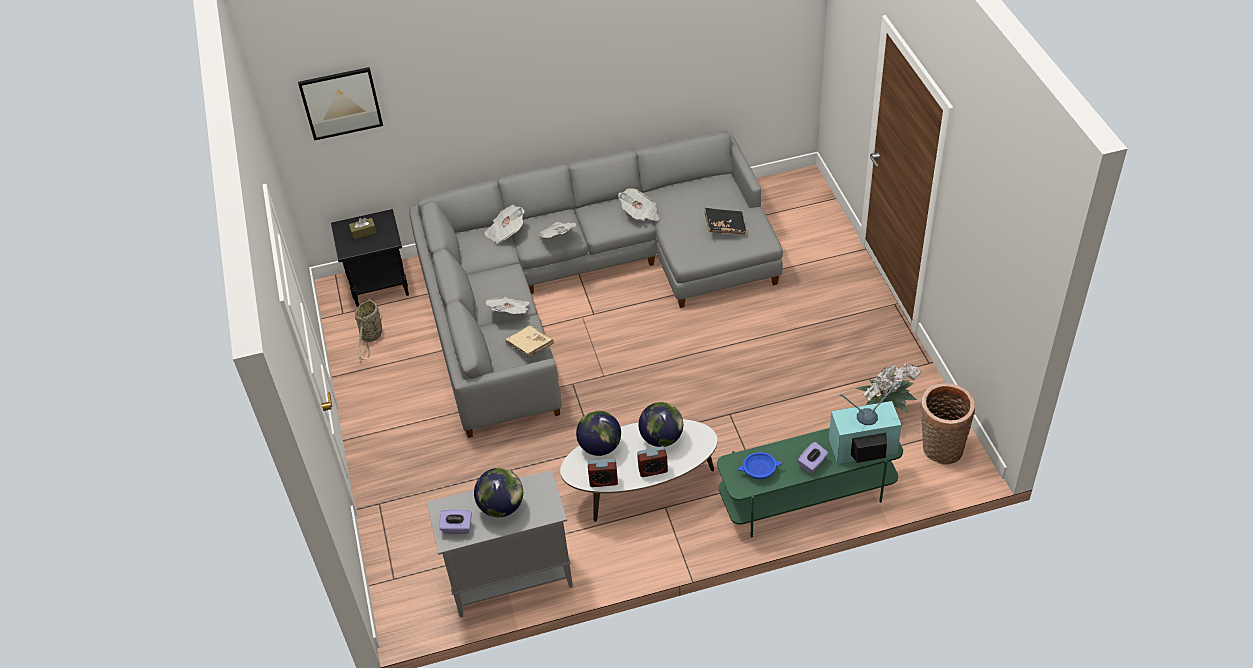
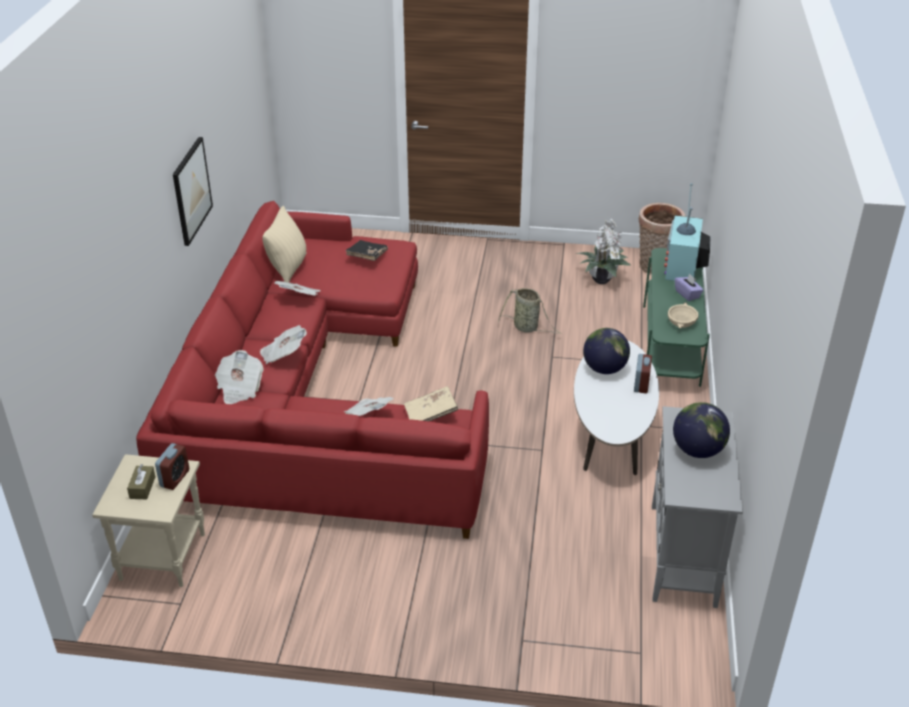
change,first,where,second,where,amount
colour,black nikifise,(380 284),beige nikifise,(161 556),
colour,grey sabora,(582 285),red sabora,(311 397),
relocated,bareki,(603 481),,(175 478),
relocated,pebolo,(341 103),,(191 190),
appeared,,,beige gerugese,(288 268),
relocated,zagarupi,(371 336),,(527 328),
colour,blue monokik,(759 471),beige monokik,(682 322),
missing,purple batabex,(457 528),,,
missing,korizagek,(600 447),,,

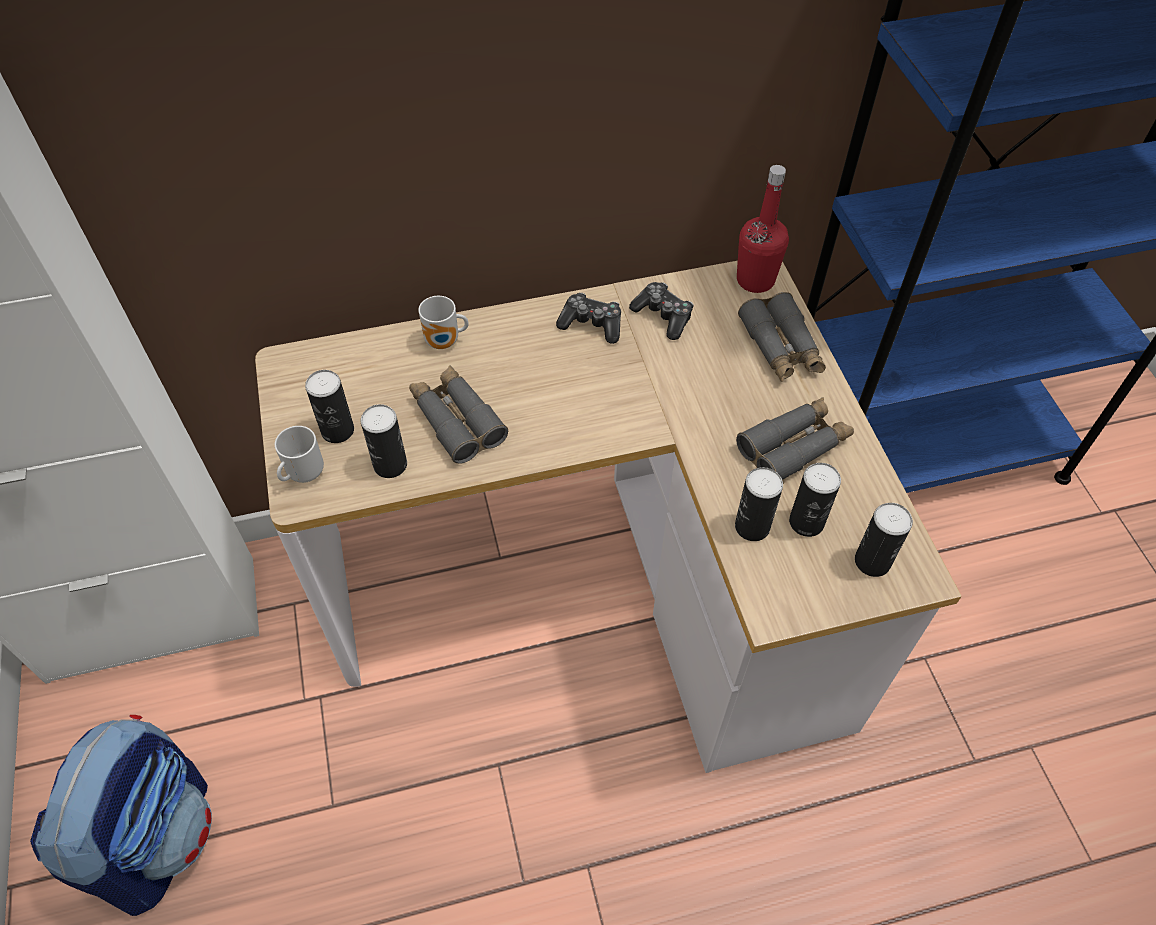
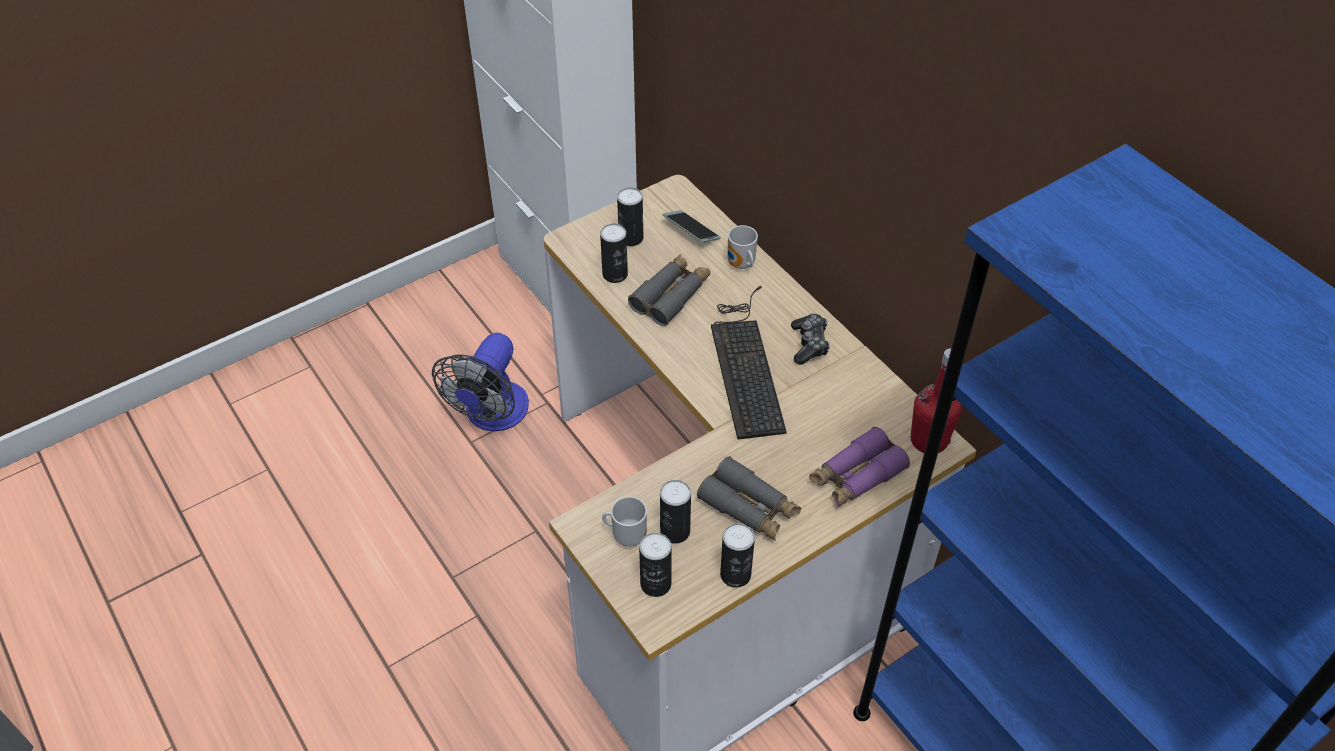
change,first,where,second,where,amount
appeared,,,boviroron,(492 415),
relocated,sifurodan,(303 473),,(627 535),
appeared,,,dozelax,(691 231),
appeared,,,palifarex,(746 363),
relocated,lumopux,(752 527),,(735 574),
colour,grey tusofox,(781 347),purple tusofox,(856 476),
missing,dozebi,(157 836),,,
missing,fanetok,(663 316),,,

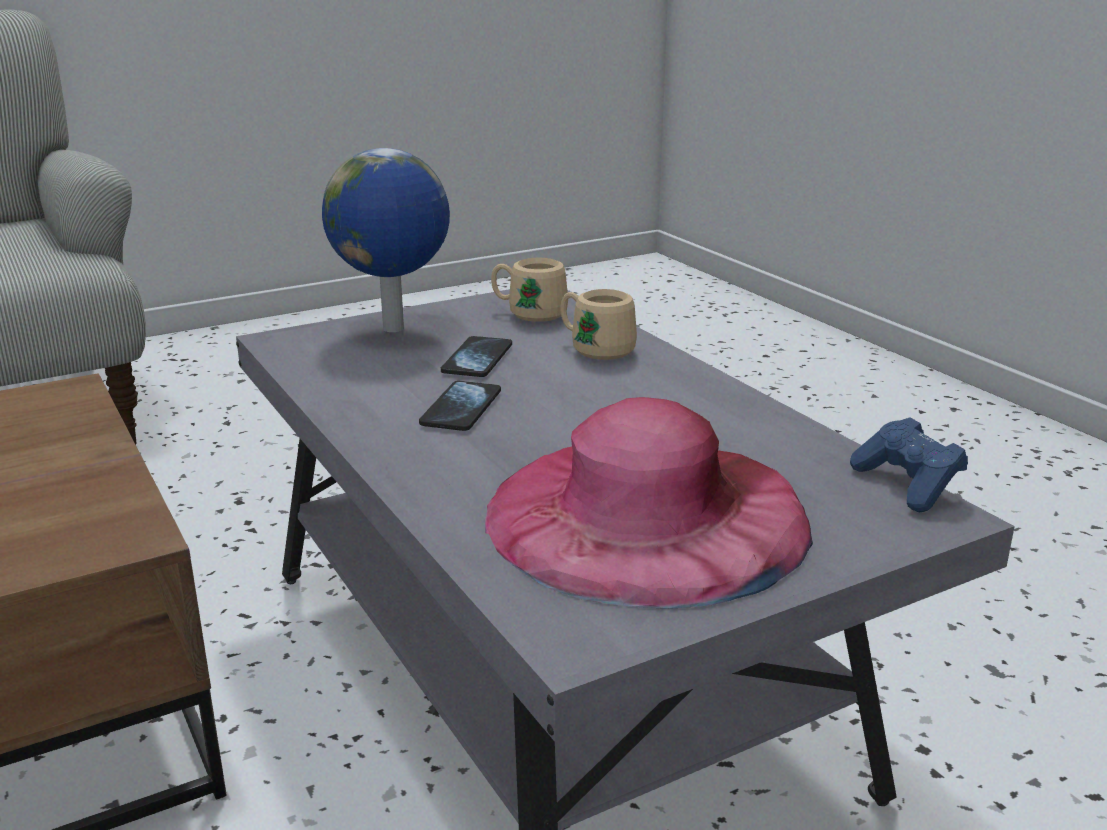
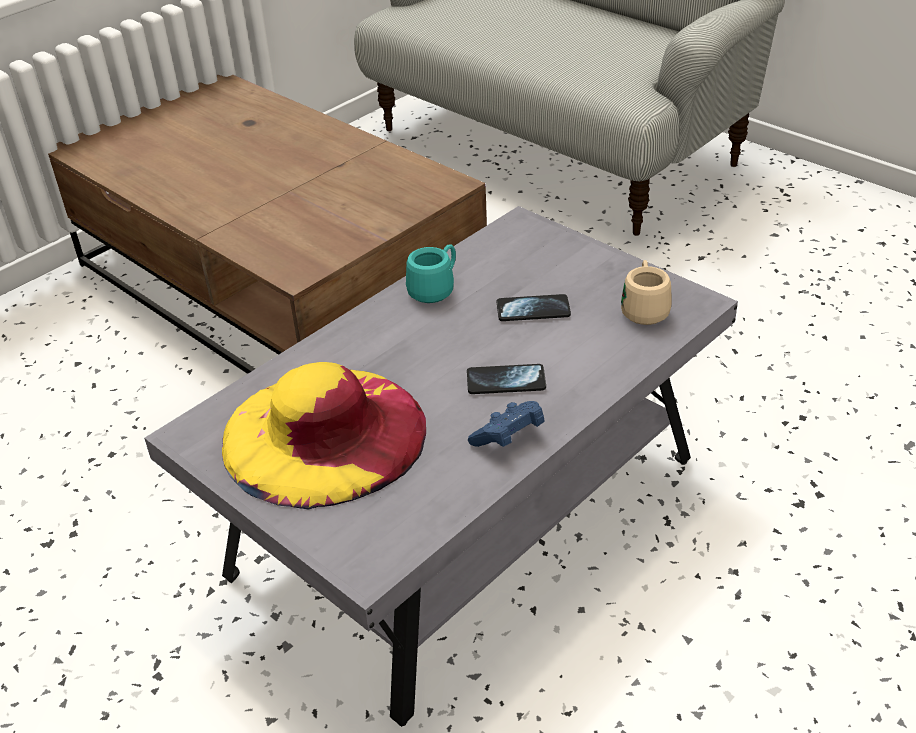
change,first,where,second,where,amount
colour,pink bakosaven,(647 515),yellow bakosaven,(324 434),
appeared,,,turquoise sifurodan,(436 288),
relocated,dozelax,(461 408),,(506 381),
relocated,blue fanetok,(908 485),,(508 437),
missing,korizagek,(394 329),,,
missing,beige sifurodan,(594 349),,,

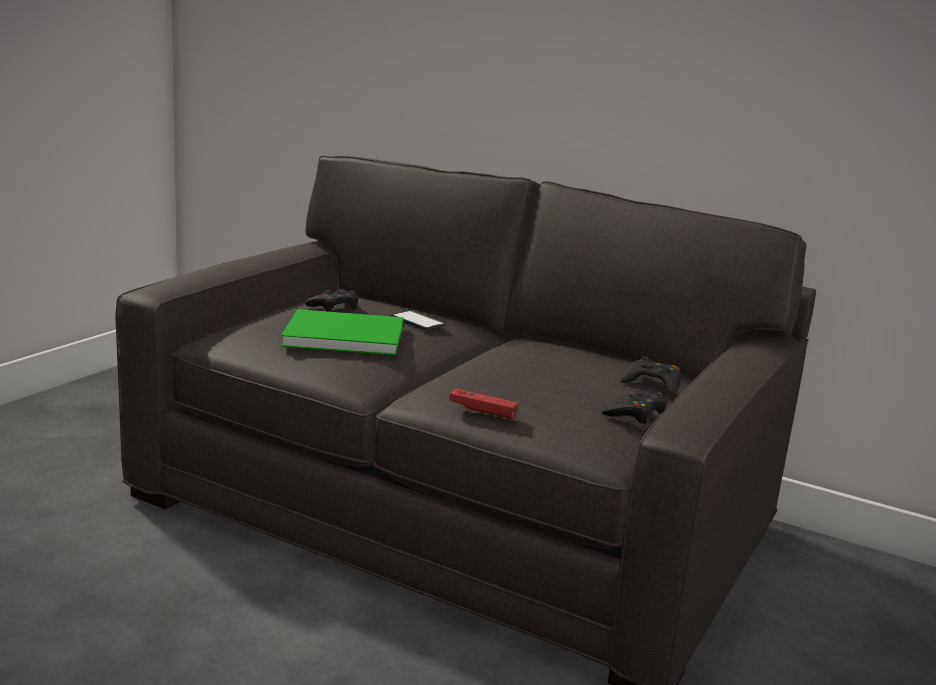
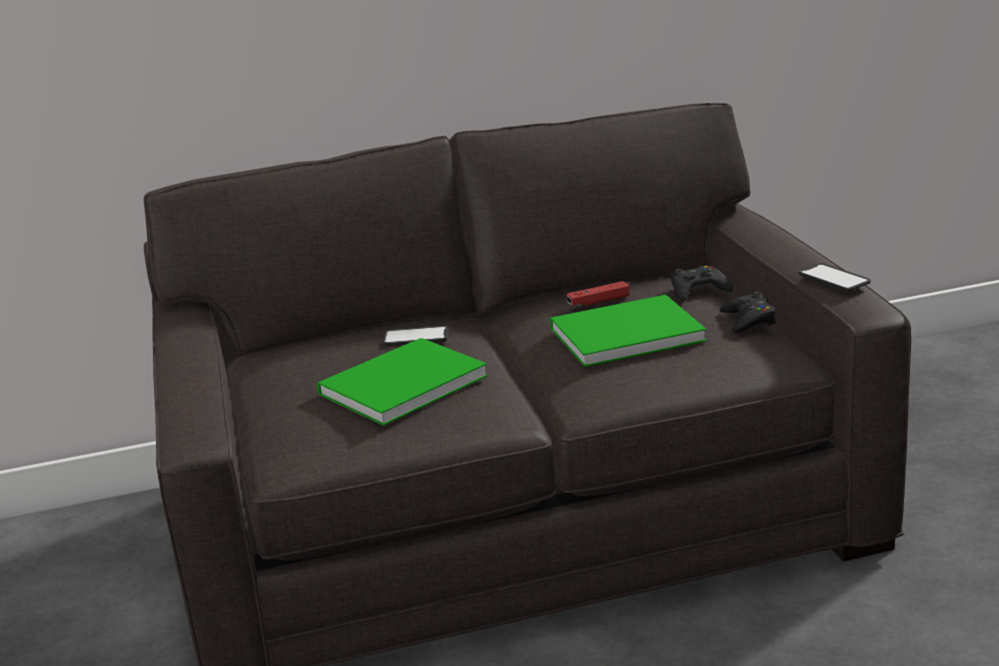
change,first,where,second,where,amount
appeared,,,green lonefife,(621 334),
relocated,red fanetok,(482 411),,(598 301),
appeared,,,dozelax,(834 279),
missing,black fanetok,(334 307),,,

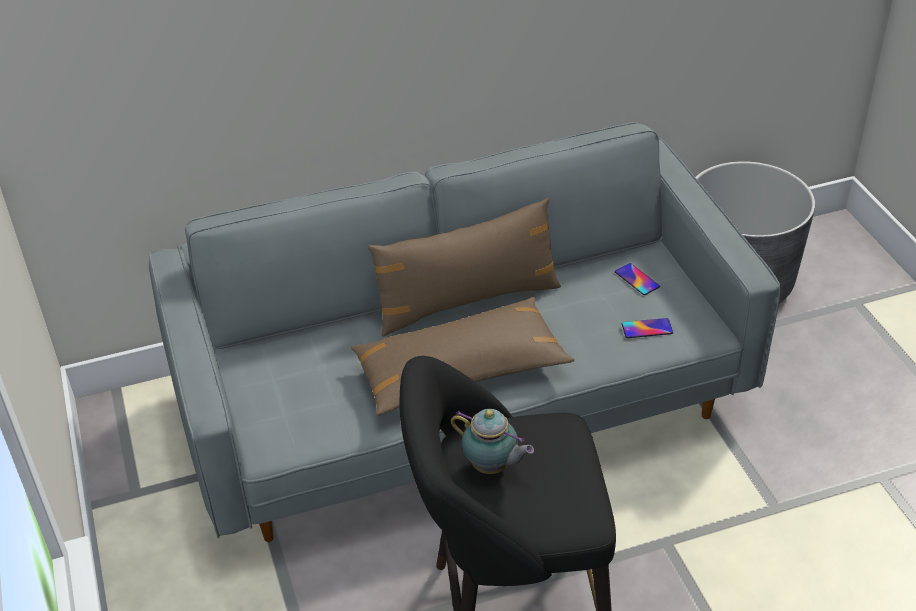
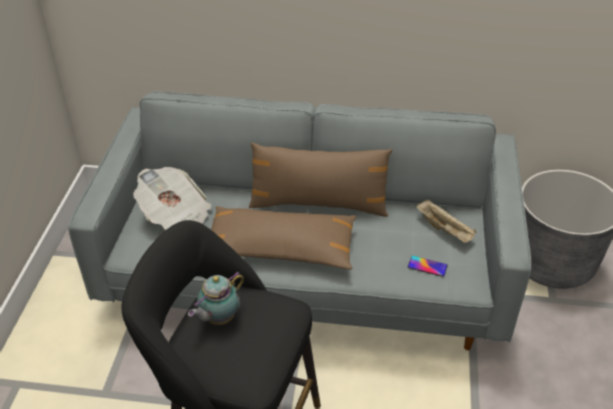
change,first,where,second,where,amount
appeared,,,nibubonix,(176 216),
spun,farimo,(492 467),,(218 319),75 degrees clockwise
exchanged,dozelax,(637 279),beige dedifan,(445 230),

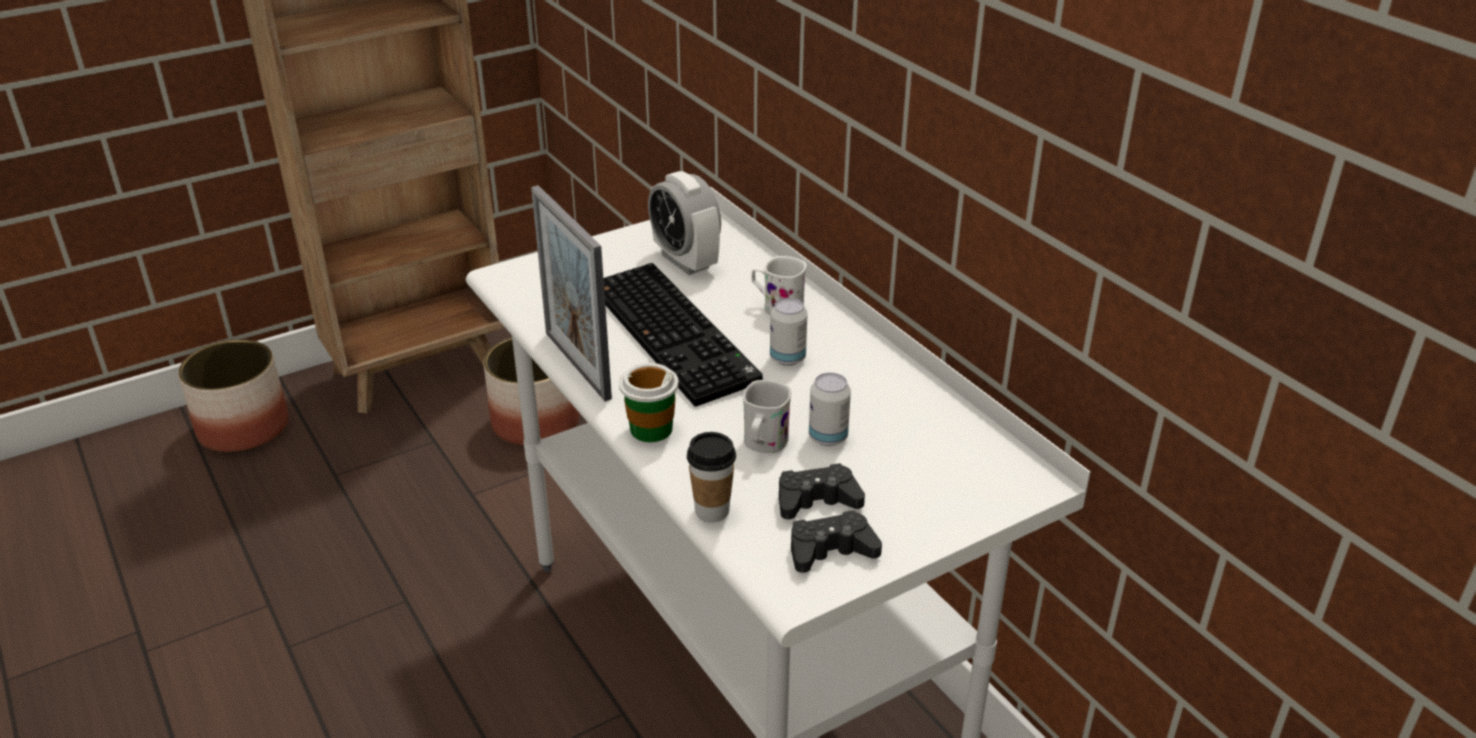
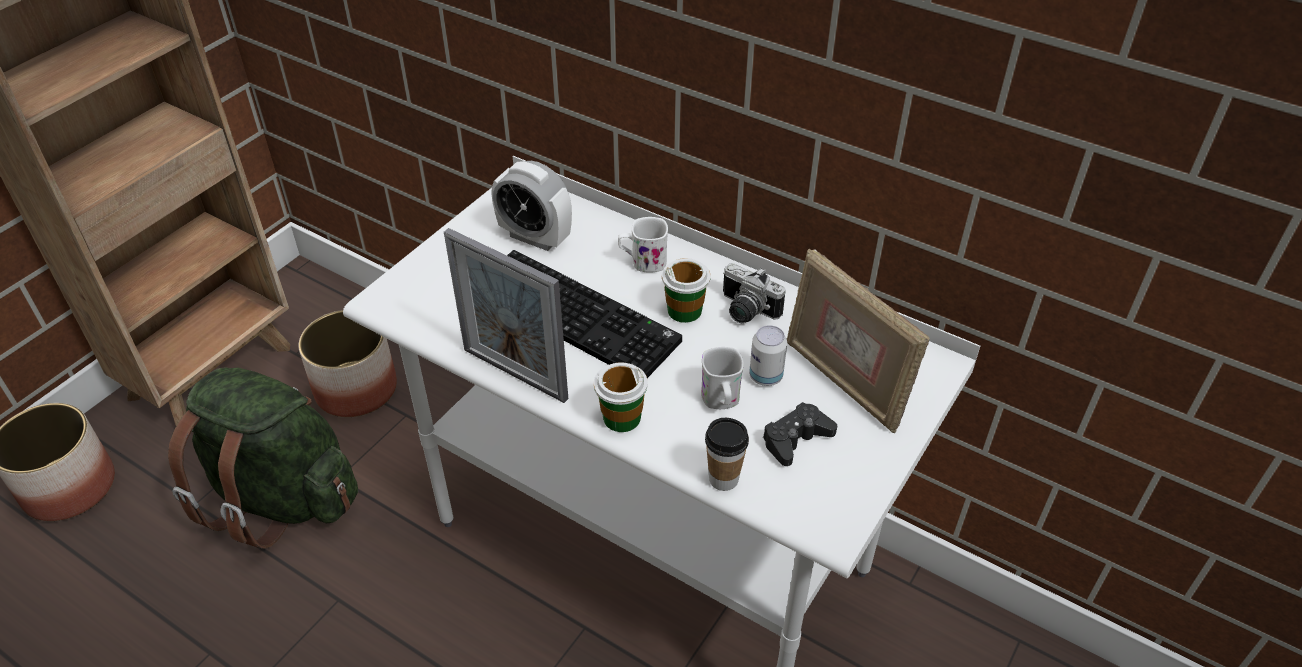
change,first,where,second,where,amount
appeared,,,green dozebi,(281 497),
exchanged,lumopux,(787 358),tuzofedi,(685 310),
appeared,,,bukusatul,(745 311),
appeared,,,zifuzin,(844 383),
missing,black fanetok,(831 550),,,

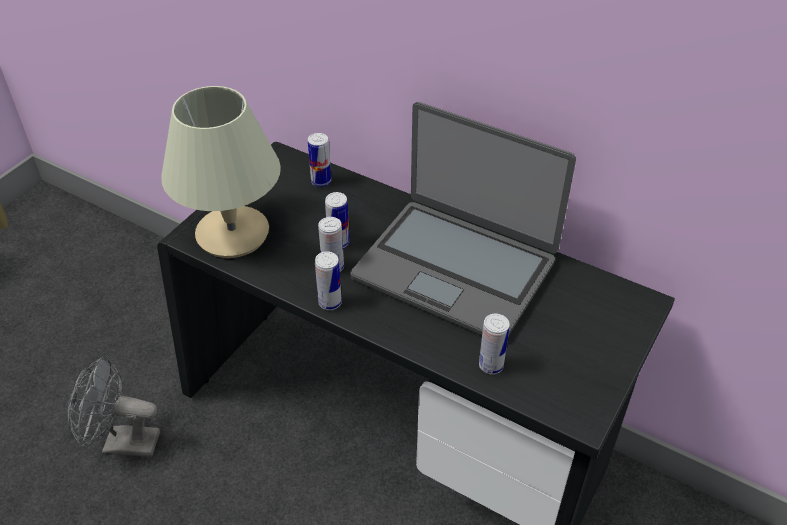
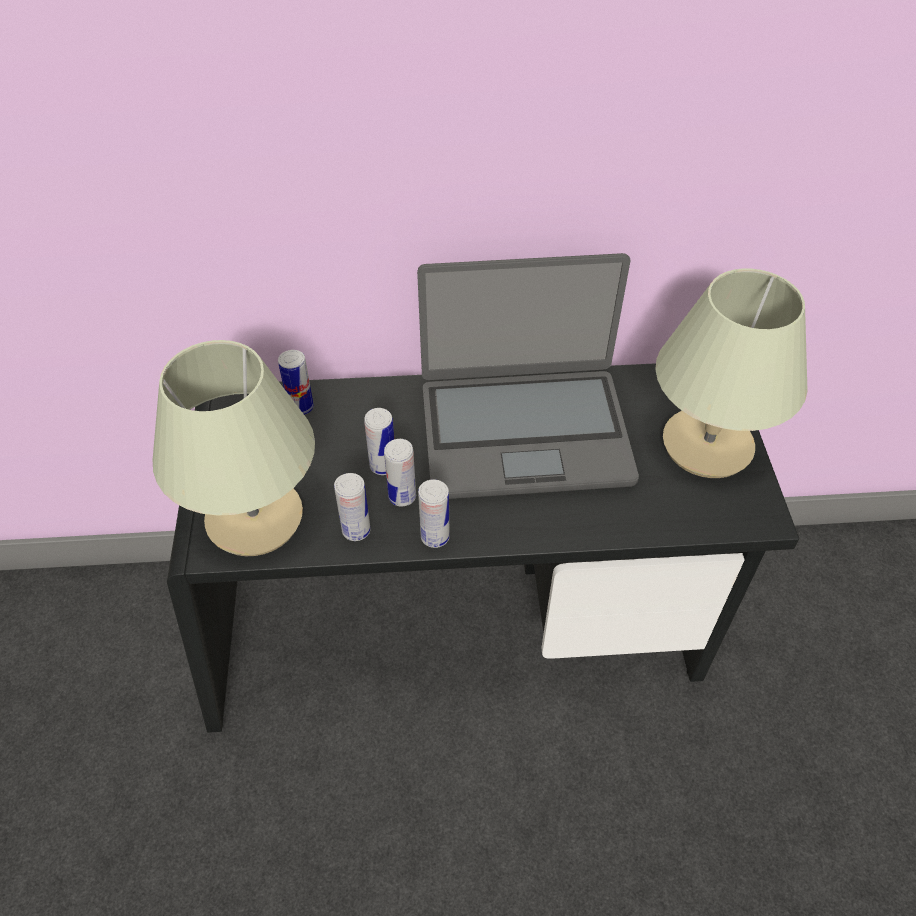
change,first,where,second,where,amount
relocated,lumopux,(491 365),,(356 530),
appeared,,,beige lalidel,(706 444),
missing,grey boviroron,(122 443),,,

